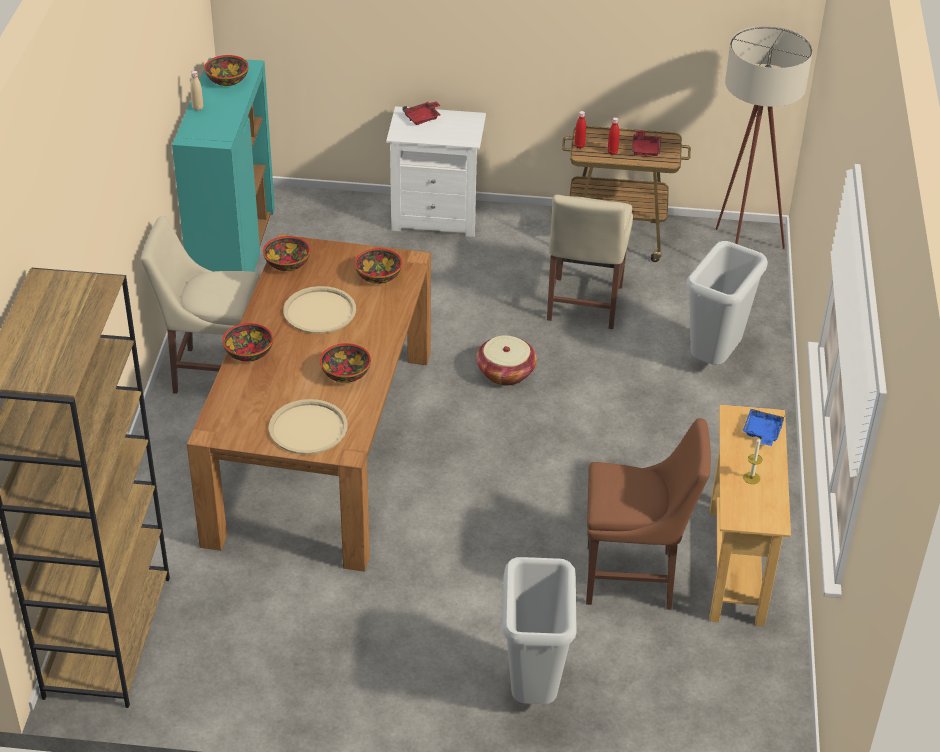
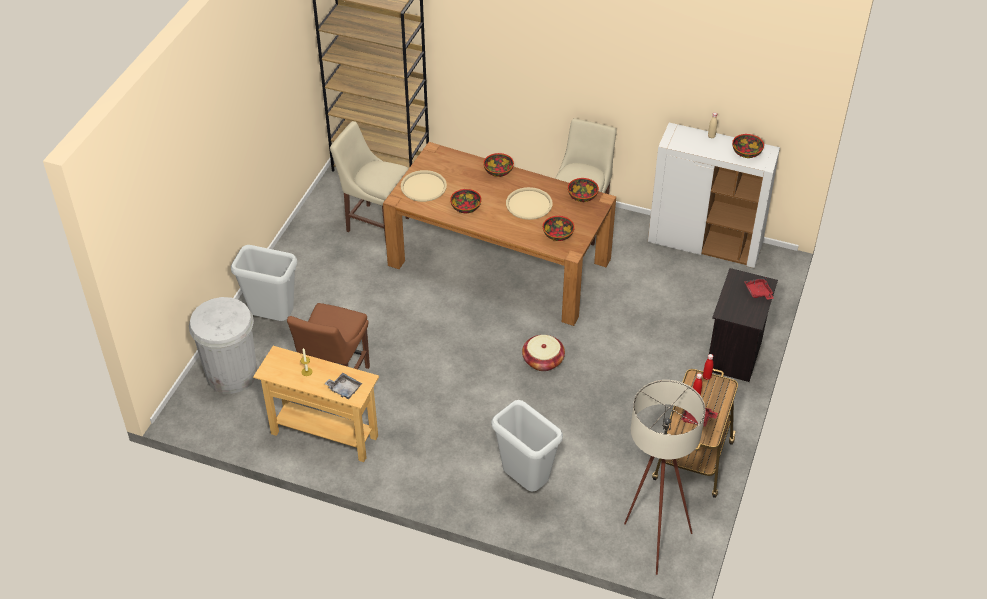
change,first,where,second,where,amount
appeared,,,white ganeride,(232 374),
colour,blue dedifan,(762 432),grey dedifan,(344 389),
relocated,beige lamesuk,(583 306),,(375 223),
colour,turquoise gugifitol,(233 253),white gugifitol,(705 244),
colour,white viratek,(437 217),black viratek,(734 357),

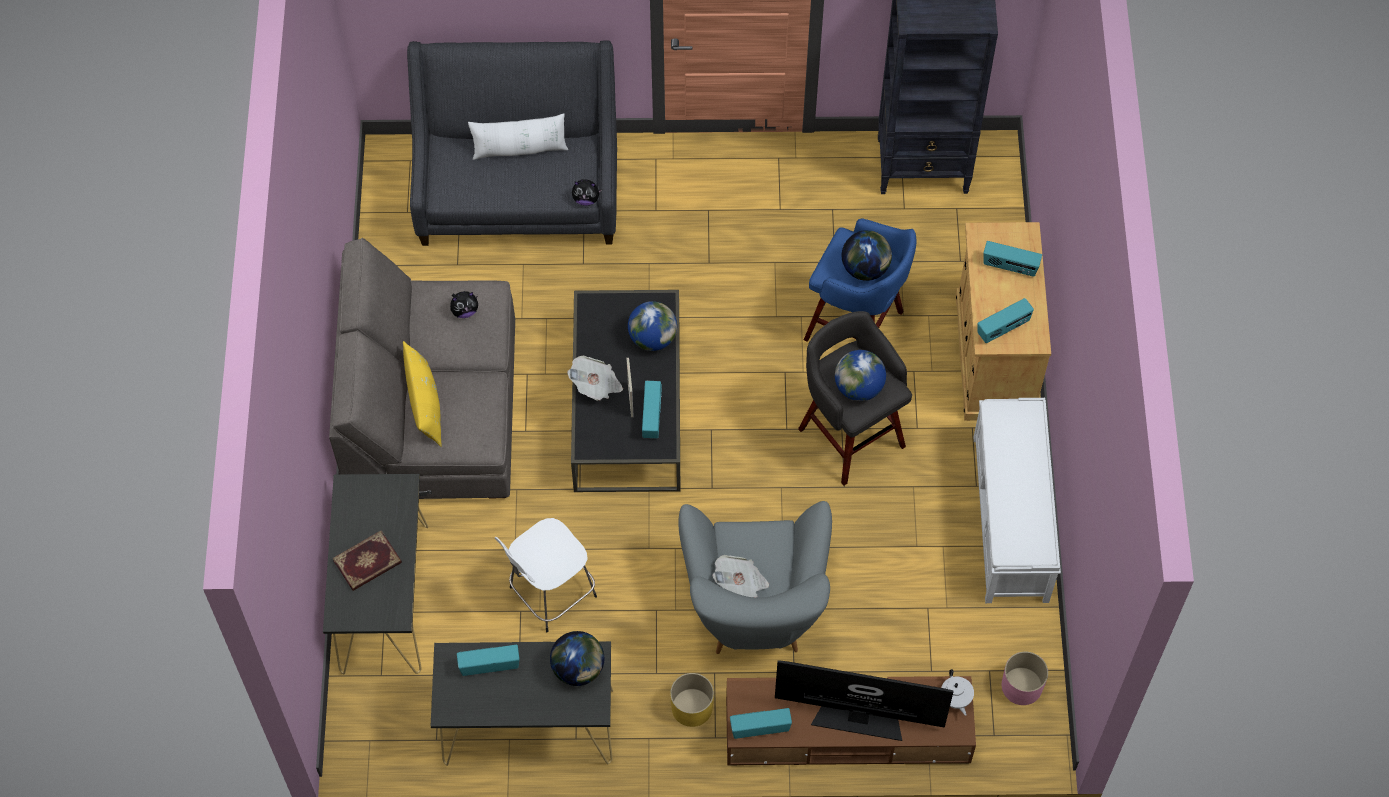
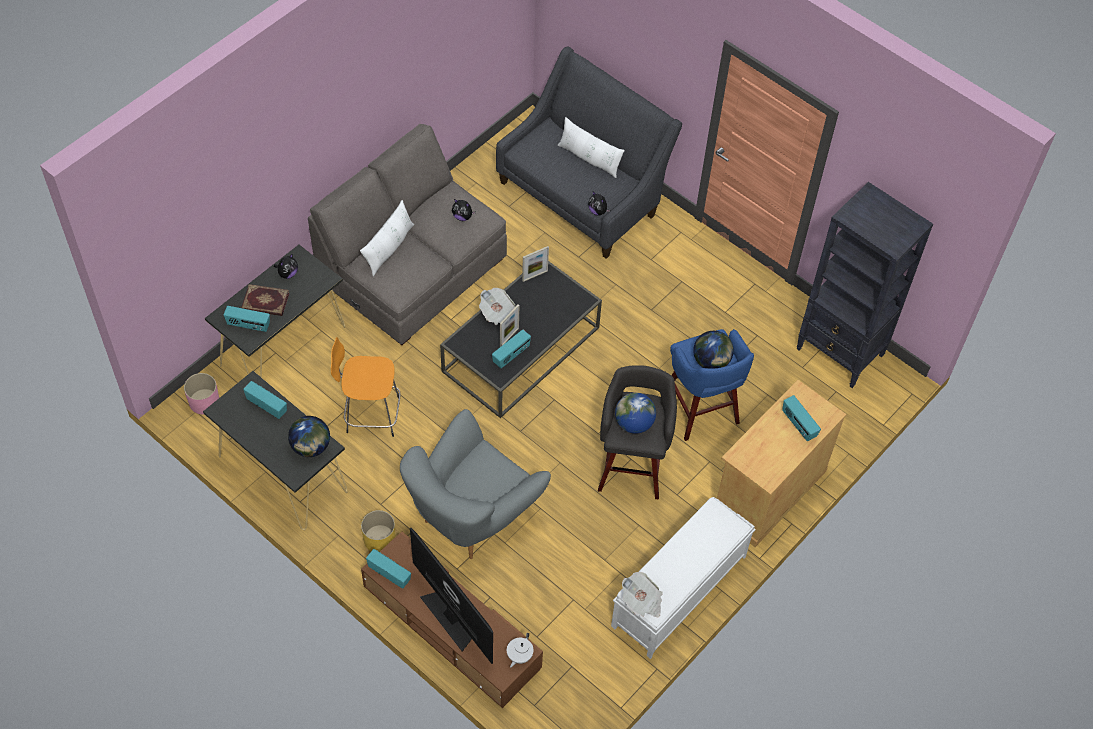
change,first,where,second,where,amount
relocated,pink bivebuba,(1022 686),,(204 402),
relocated,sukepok,(1003 329),,(248 325),
appeared,,,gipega,(287 274),
colour,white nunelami,(550 594),orange nunelami,(370 414),
colour,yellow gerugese,(425 404),white gerugese,(389 248),
appeared,,,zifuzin,(535 276),
relocated,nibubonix,(740 584),,(642 601),
missing,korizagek,(652 338),,,

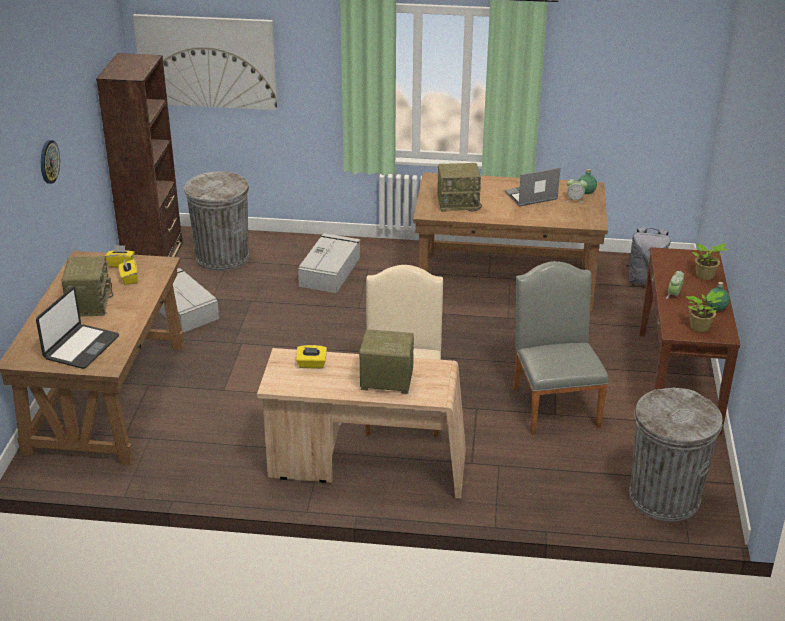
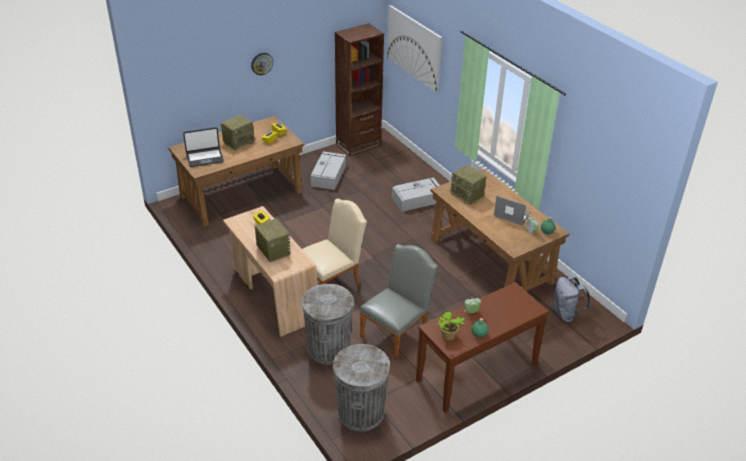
change,first,where,second,where,amount
relocated,grey ganeride,(222 257),,(329 348),
missing,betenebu,(705 276),,,

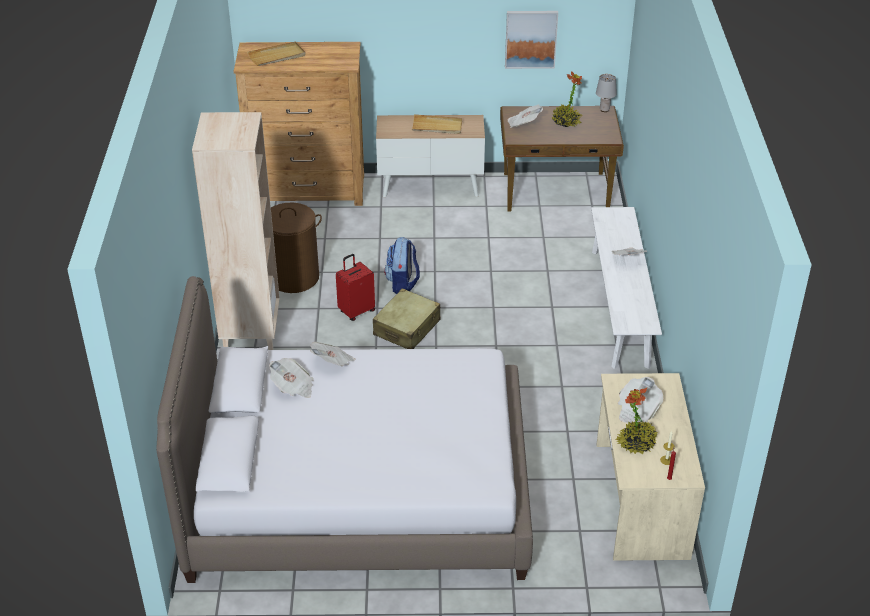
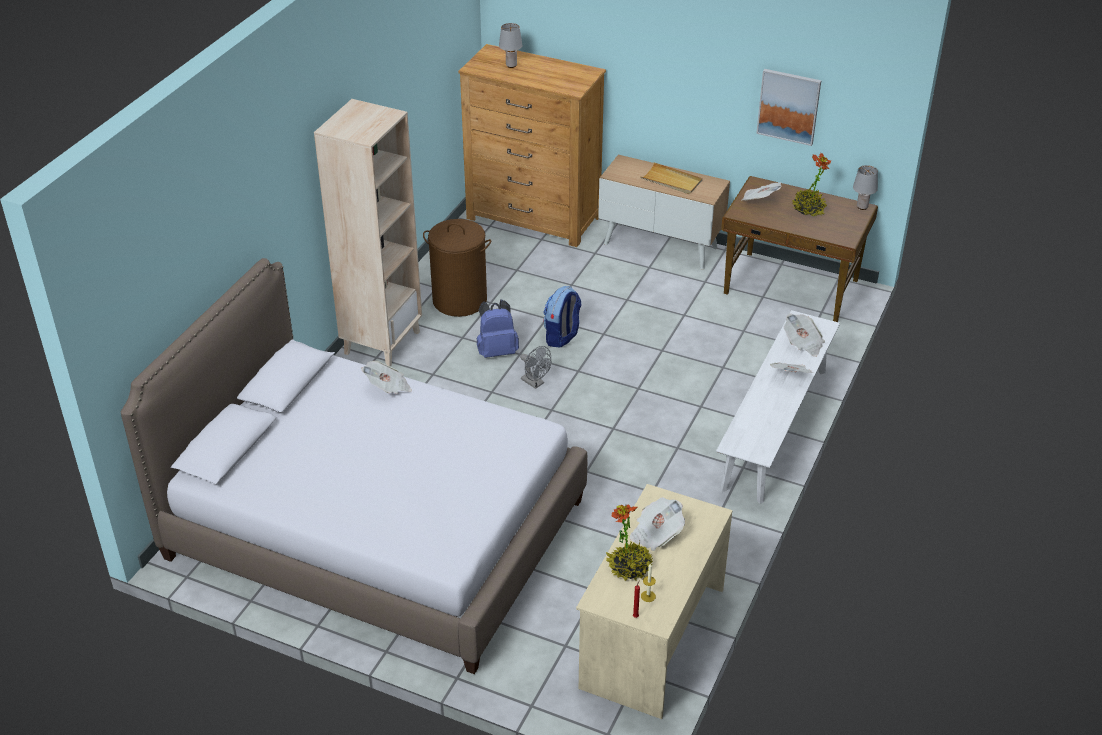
change,first,where,second,where,amount
exchanged,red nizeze,(356 311),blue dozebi,(497 351),
exchanged,beige dedifan,(277 56),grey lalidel,(511 65),
exchanged,beige nizeze,(407 328),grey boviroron,(535 383),
relocated,nibubonix,(293 387),,(803 344),

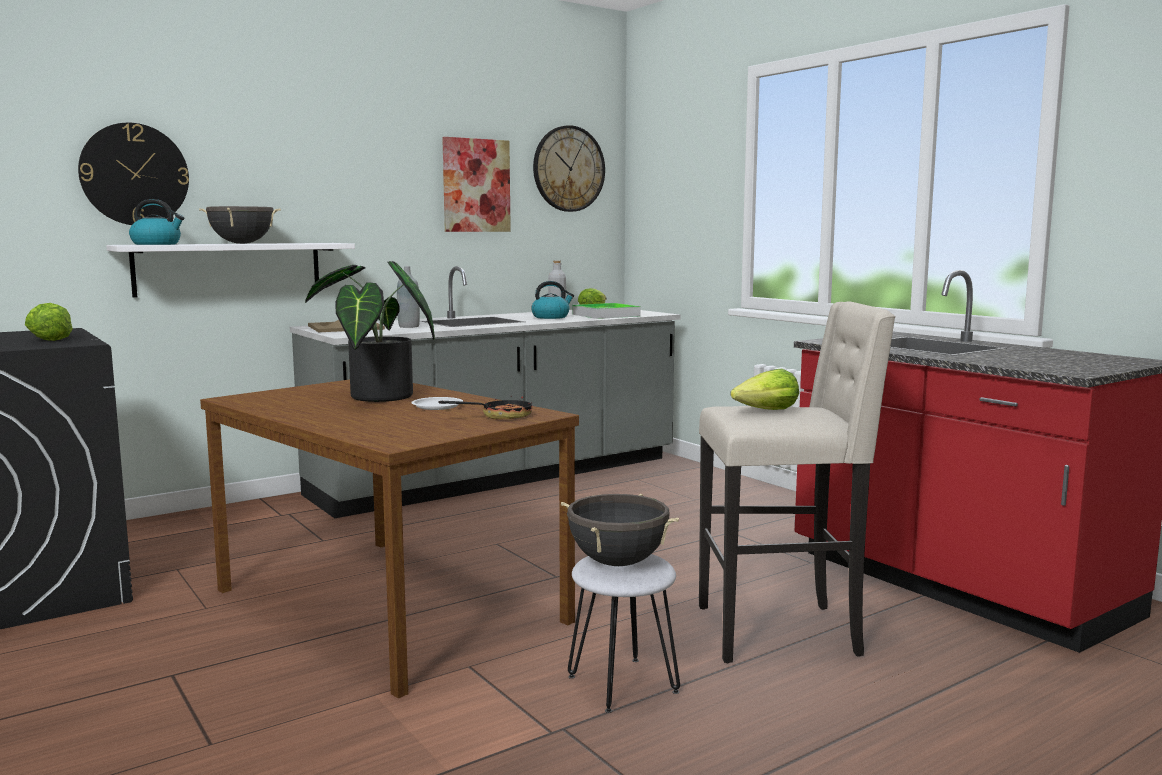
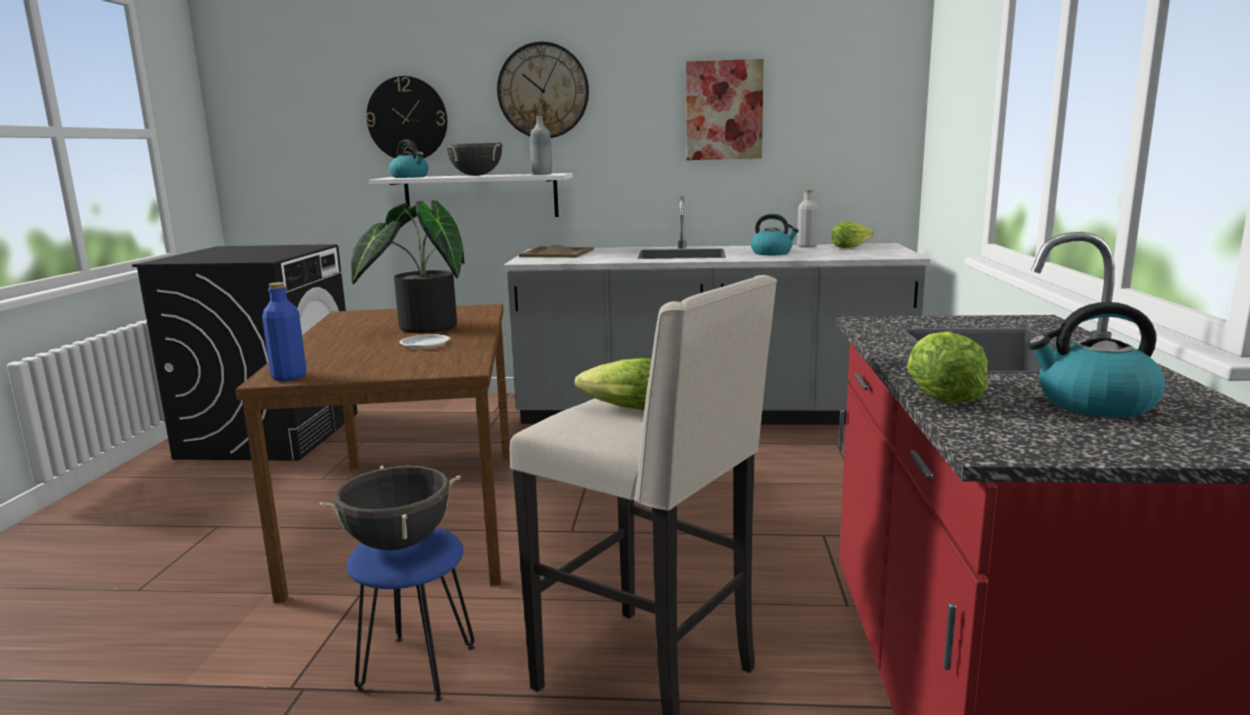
change,first,where,second,where,amount
appeared,,,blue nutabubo,(289 377),
colour,white nunelami,(623 684),blue nunelami,(417 668),
relocated,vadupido,(568 169),,(543 91),
relocated,grey nutabubo,(409 326),,(542 174),
relocated,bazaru,(50 339),,(940 394),
appeared,,,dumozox,(1094 404),
missing,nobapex,(499 416),,,
missing,dedifan,(606 315),,,

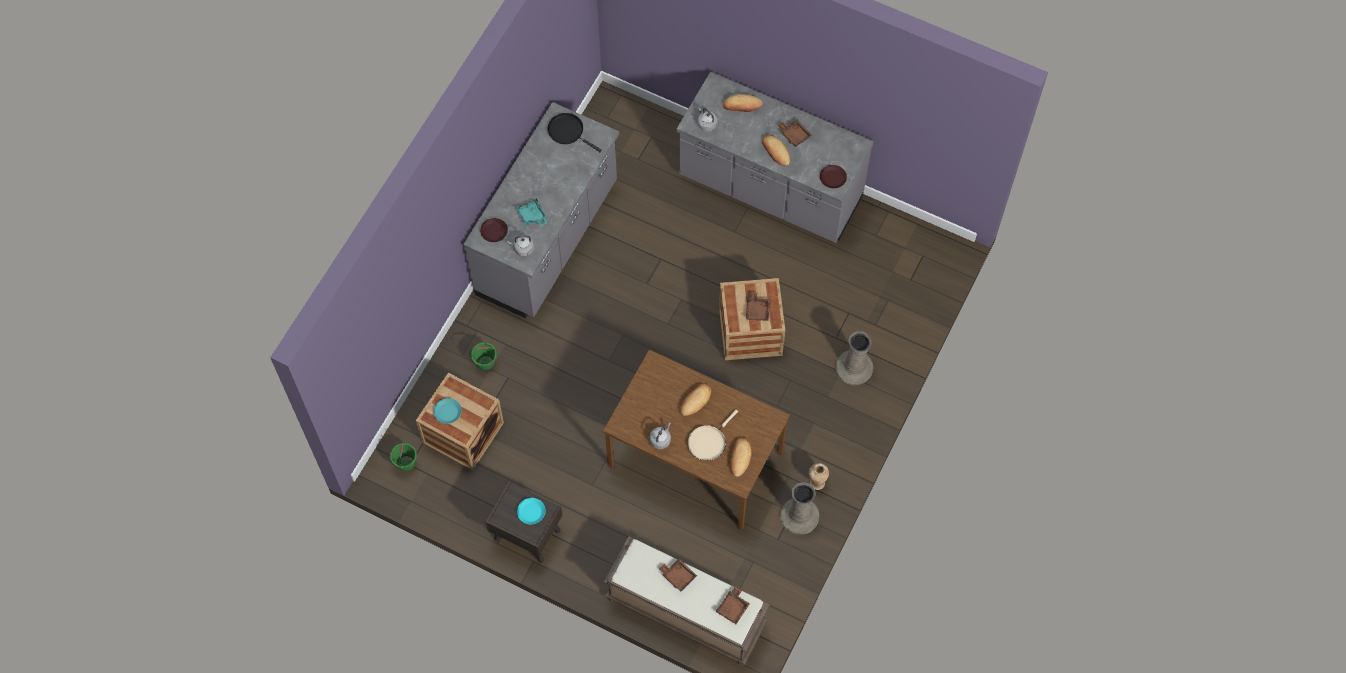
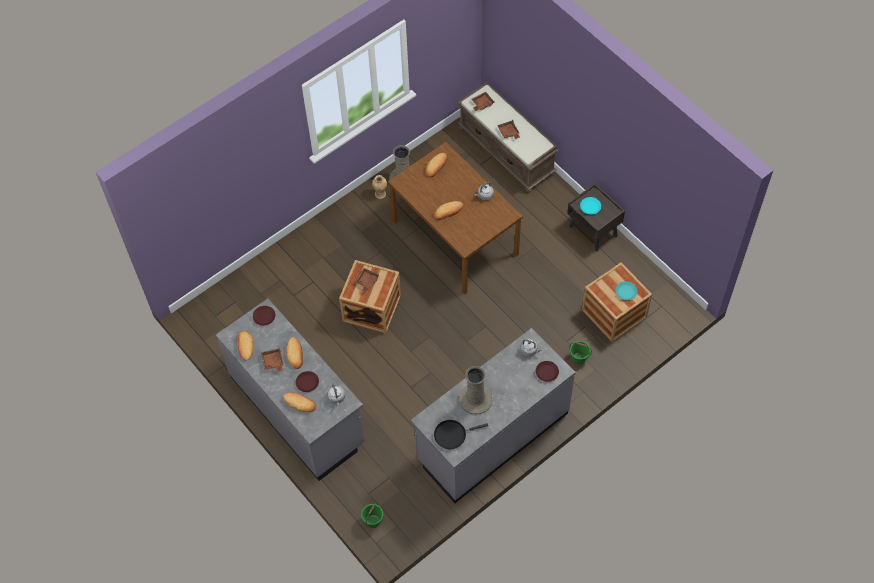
change,first,where,second,where,amount
appeared,,,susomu,(245 346),
appeared,,,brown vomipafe,(307 383),
relocated,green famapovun,(406 463),,(373 520),
spun,black nobapex,(568 131),,(452 435),105 degrees clockwise
relocated,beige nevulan,(853 368),,(475 399),
missing,turquoise dedifan,(532 216),,,
missing,beige nobapex,(708 442),,,

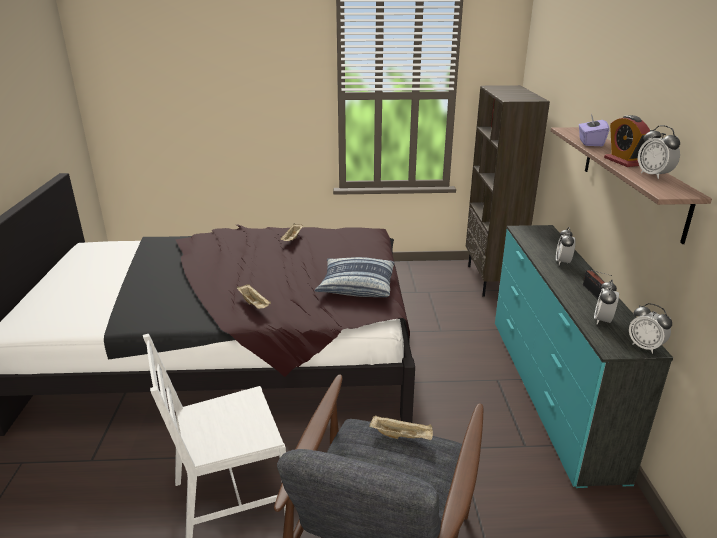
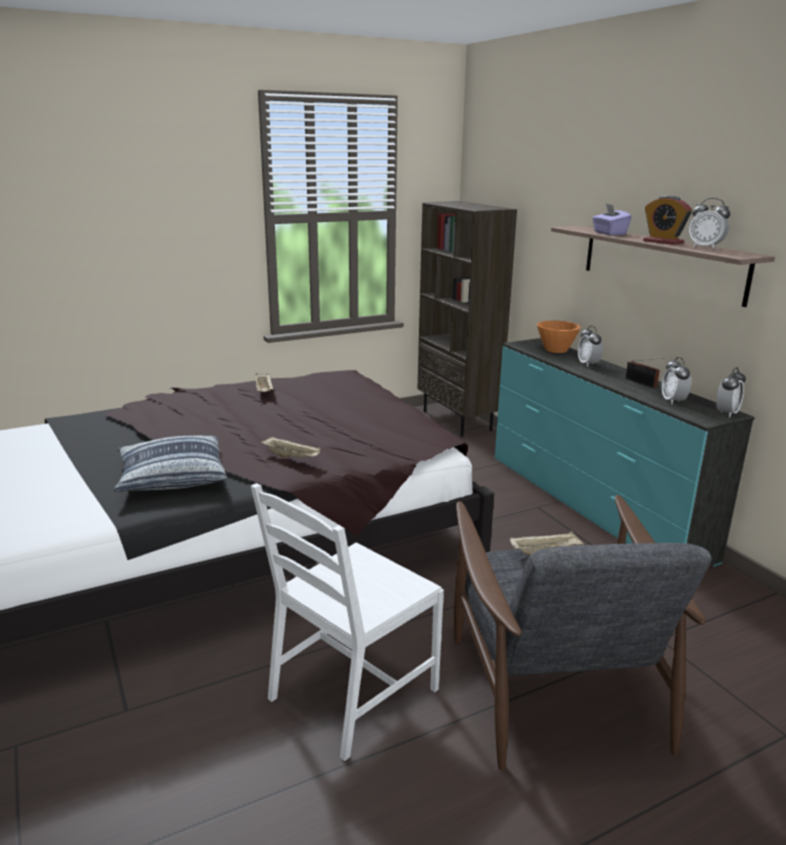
change,first,where,second,where,amount
relocated,gerugese,(356 285),,(171 476),
appeared,,,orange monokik,(556 350),
spun,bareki,(645 347),,(726 413),75 degrees counterclockwise

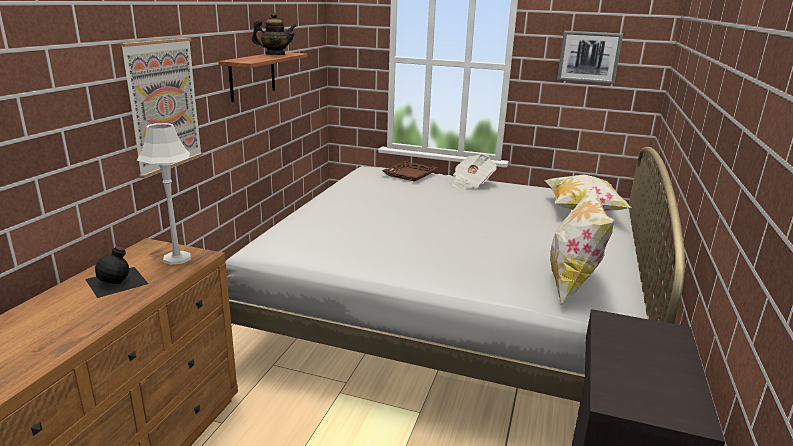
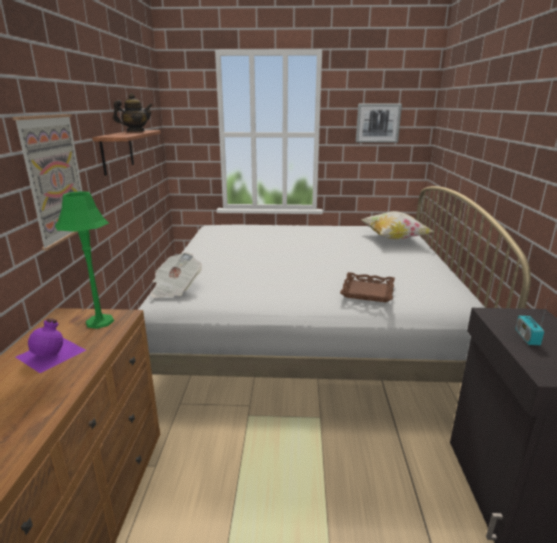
change,first,where,second,where,amount
colour,black nutabubo,(118 281),purple nutabubo,(52 353),
colour,grey lalidel,(177 258),green lalidel,(100 321),
relocated,nibubonix,(471 183),,(175 288),
relocated,brown dedifan,(410 174),,(368 291),
appeared,,,sukepok,(527 337),
missing,gerugese,(571 283),,,

